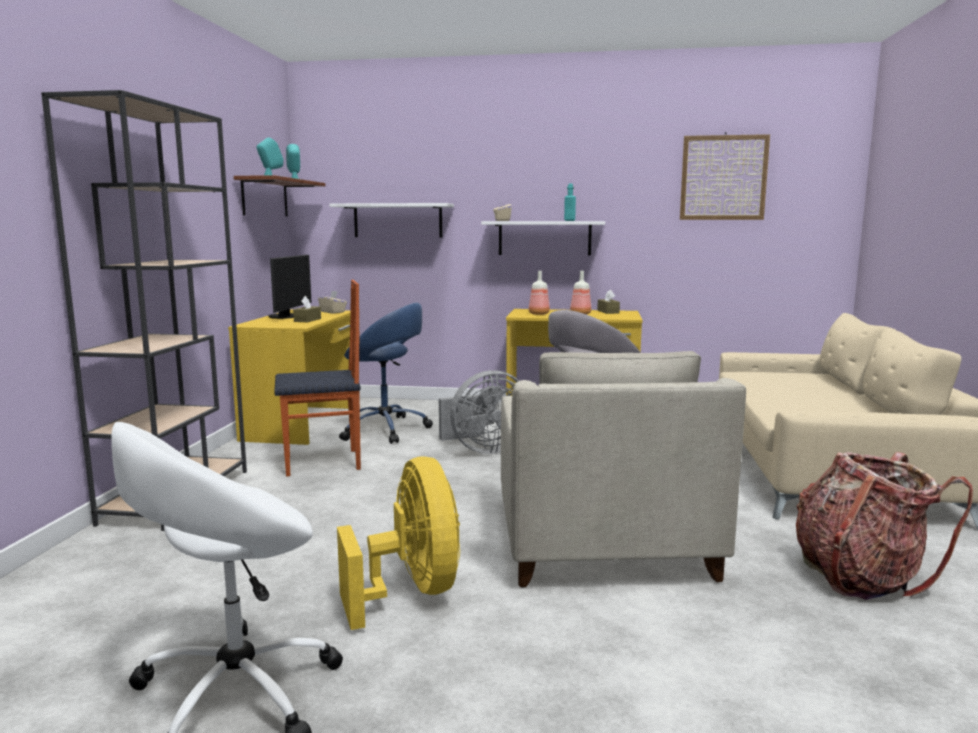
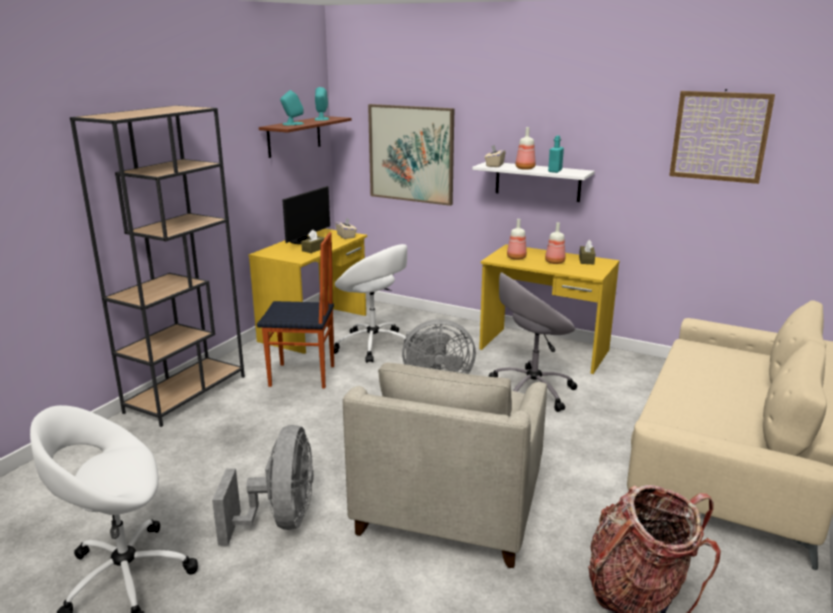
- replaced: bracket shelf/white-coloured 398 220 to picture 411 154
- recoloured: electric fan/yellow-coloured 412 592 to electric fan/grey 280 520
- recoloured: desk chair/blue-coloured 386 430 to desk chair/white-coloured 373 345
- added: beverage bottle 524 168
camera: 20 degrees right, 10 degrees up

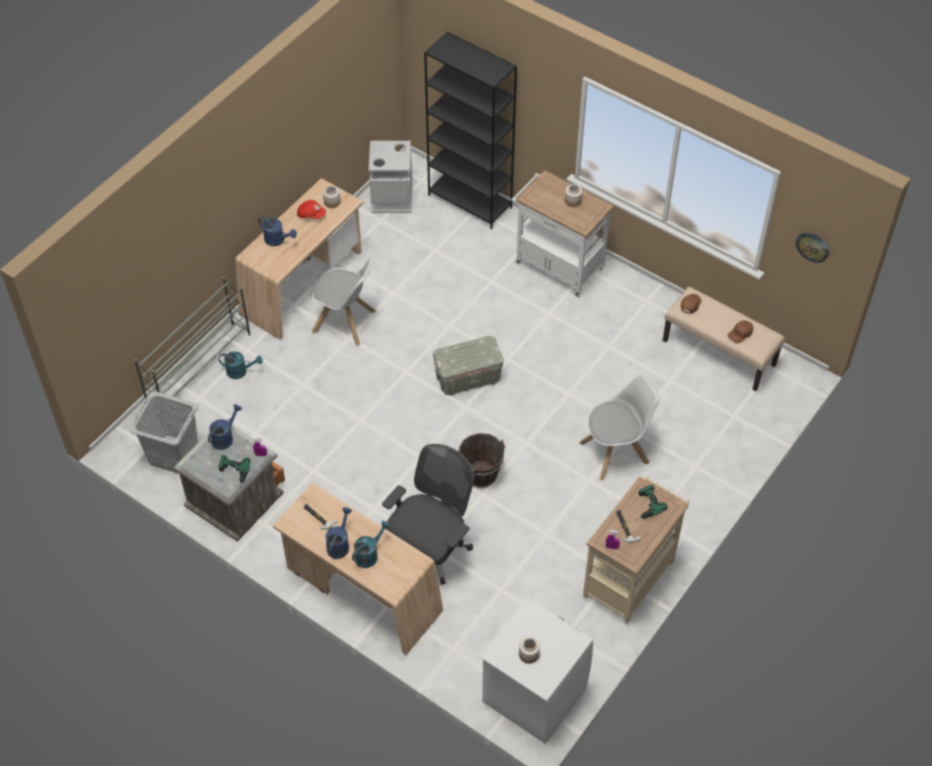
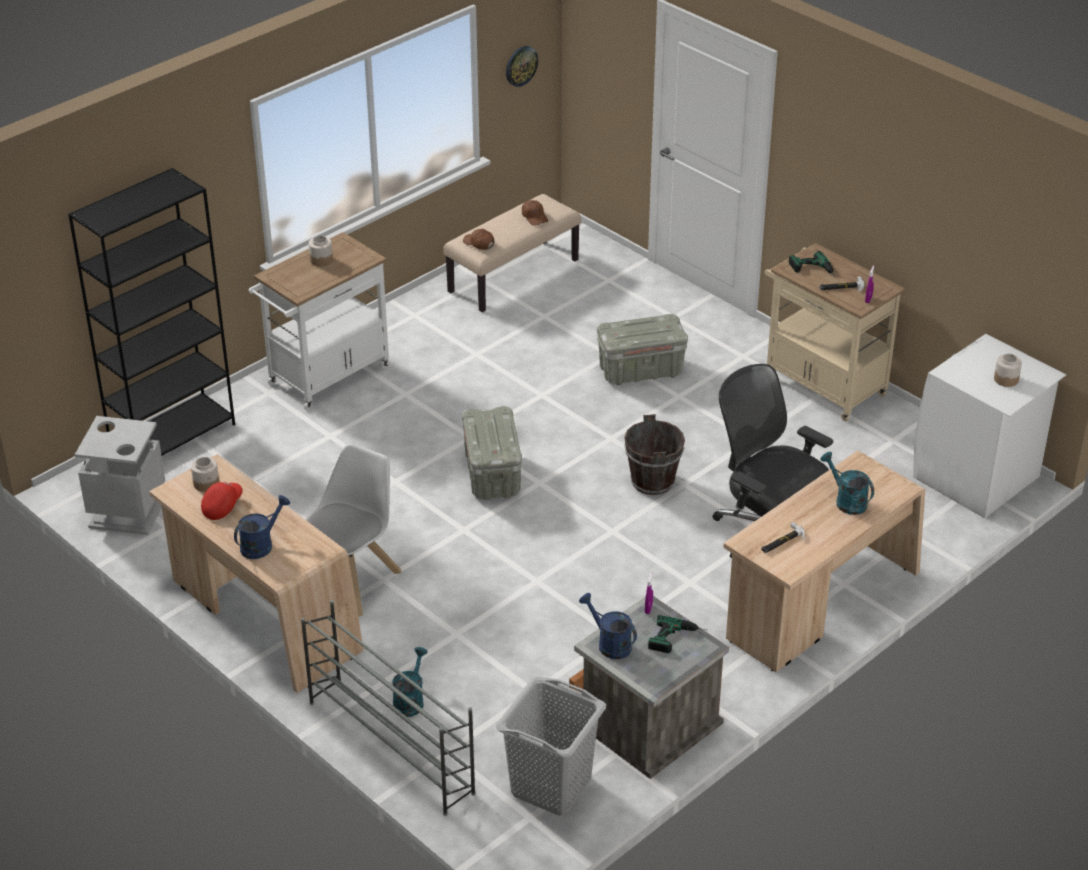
- removed: sprinkling can/blue-coloured 339 544
- replaced: chair 616 452 to storage bin/grey 641 370
camera: 80 degrees left, 15 degrees down

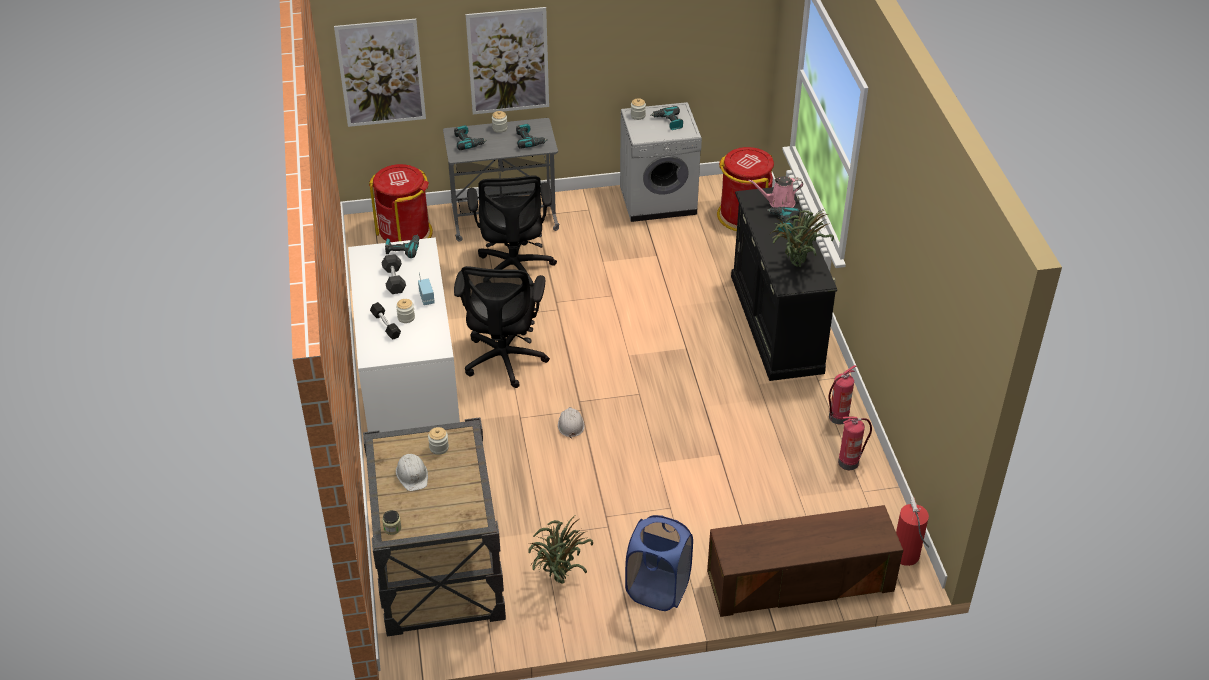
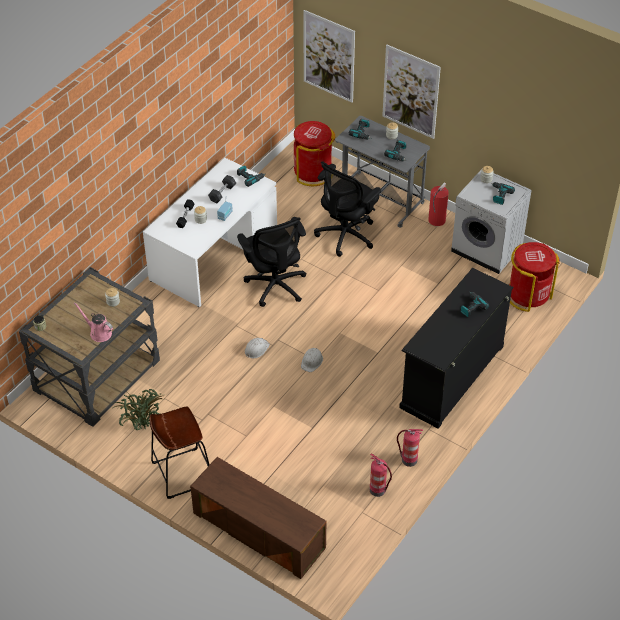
- moved: work helmet/white-coloured 412 474 to 312 361
- turned: desk chair/black-coloured 504 355 = 273 283 75 degrees counterclockwise
- replaced: washing basket/blue-coloured 657 589 to stool/brown-coloured 182 473
- moved: sprinkling can/pink-coloured 779 203 to 99 333
- removed: houseplant 795 266
- moved: fire-fighting cylinder 906 556 to 436 220
camera: 45 degrees right, 5 degrees up

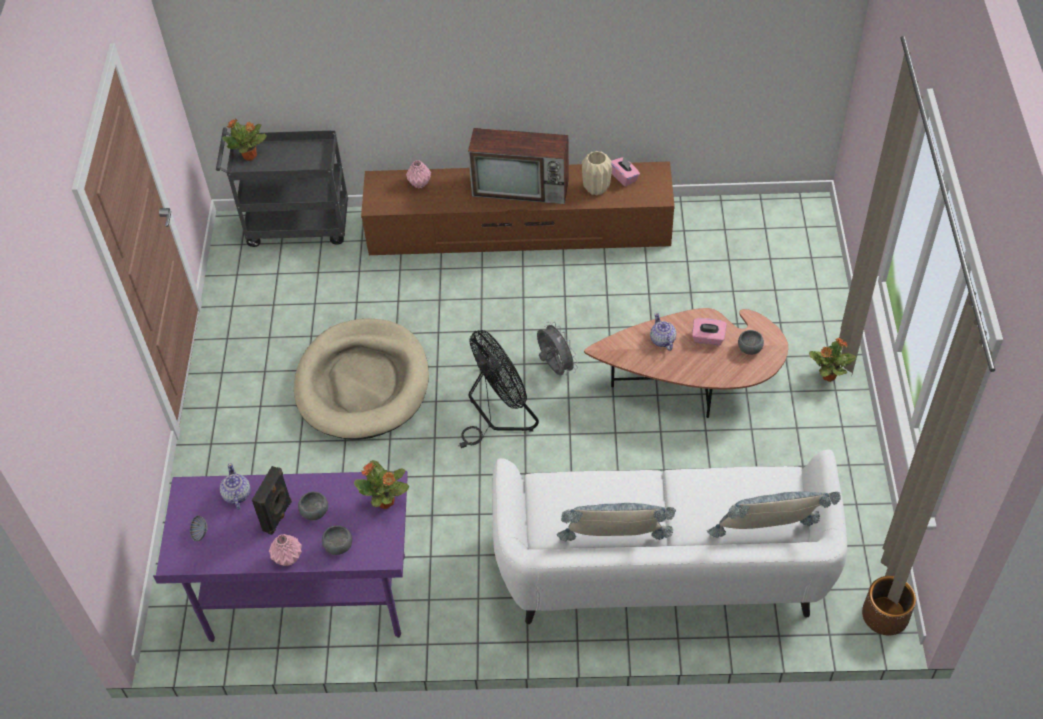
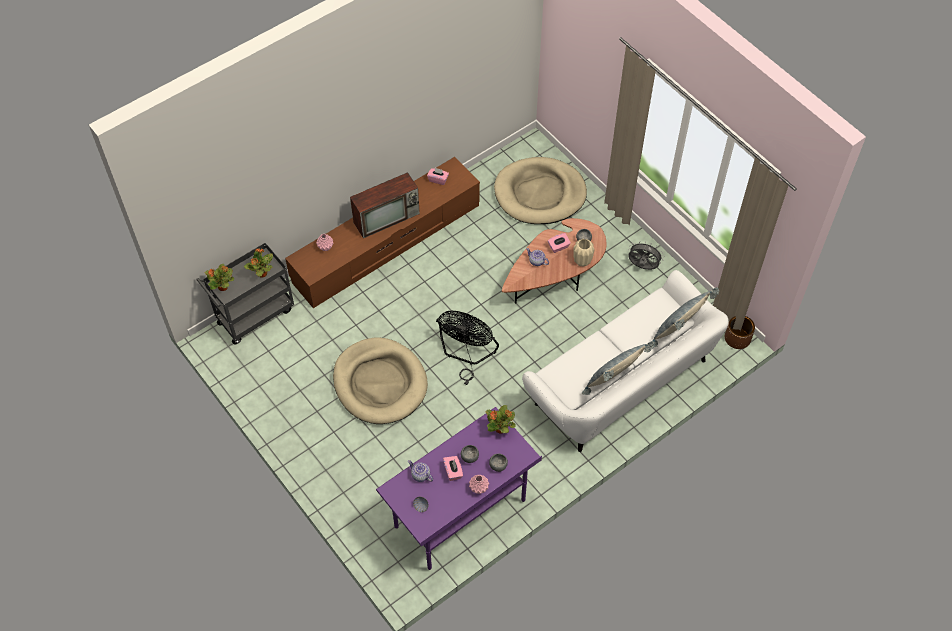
- replaced: speaker/black-coloured 278 516 to tissue box/pink-coloured 453 471
- moved: electric fan/grey 555 367 to 642 267
- moved: vase/sand-coloured 596 189 to 582 261
- moved: houseplant 828 376 to 262 274
- added: pet bed/sand-coloured 540 194
camera: 40 degrees left, 5 degrees up

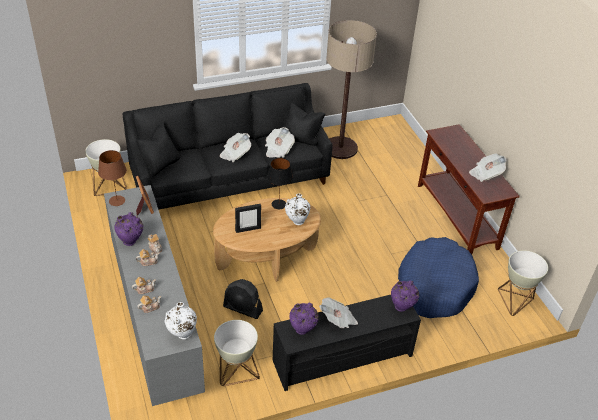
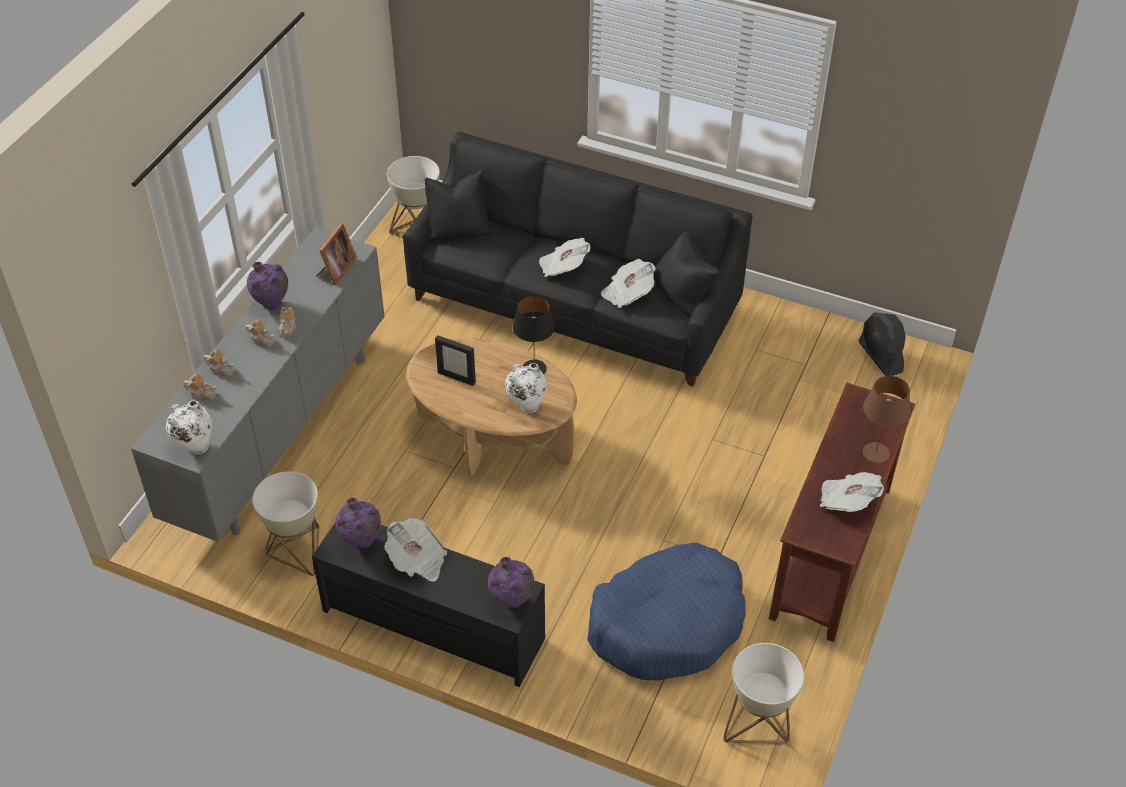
- moved: lamp for a table/brown-coloured 116 201 to 875 452
- moved: electric fan/black-coloured 243 308 to 880 357
- removed: standing lamp 340 148
camera: 45 degrees right, 5 degrees up

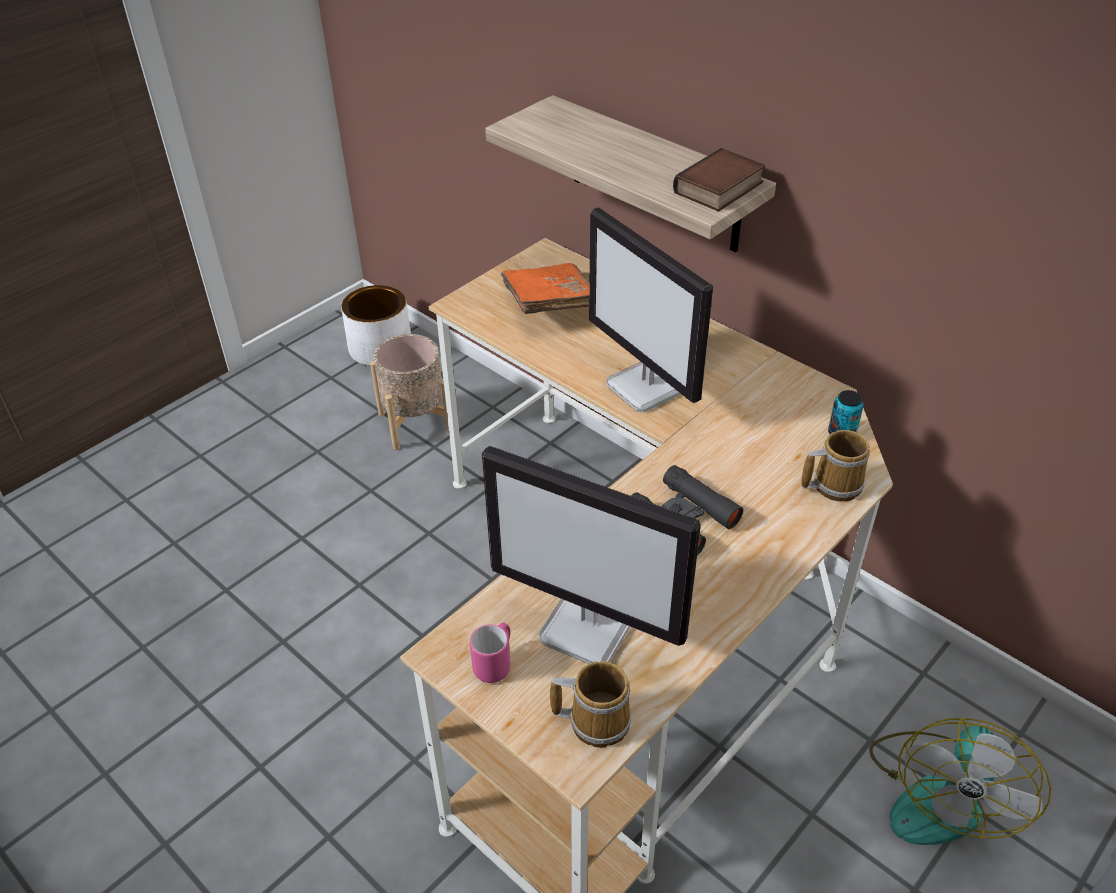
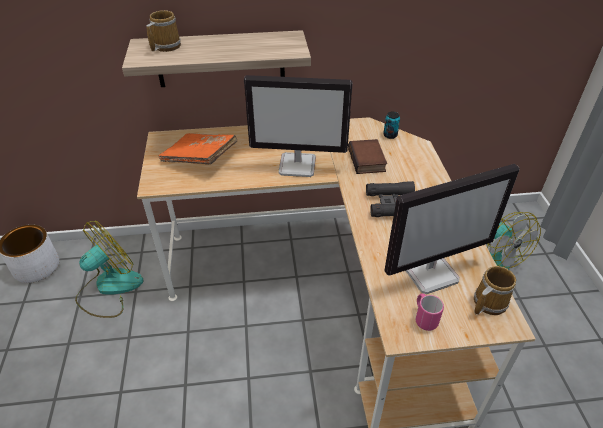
- replaced: planter/sand-coloured 415 423 to electric fan 109 288
- moved: volume 719 189 to 368 160
- moved: mug 833 484 to 165 46
camera: 50 degrees left, 0 degrees up

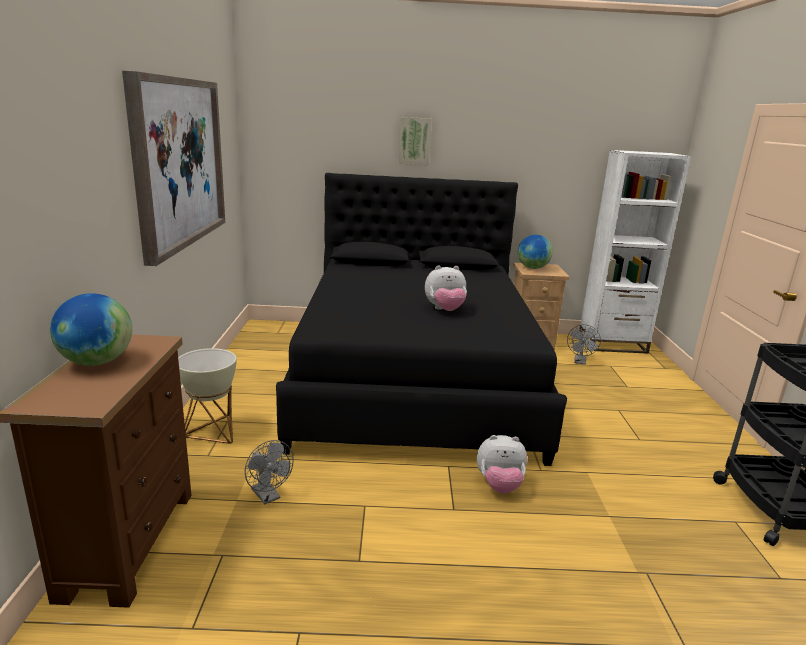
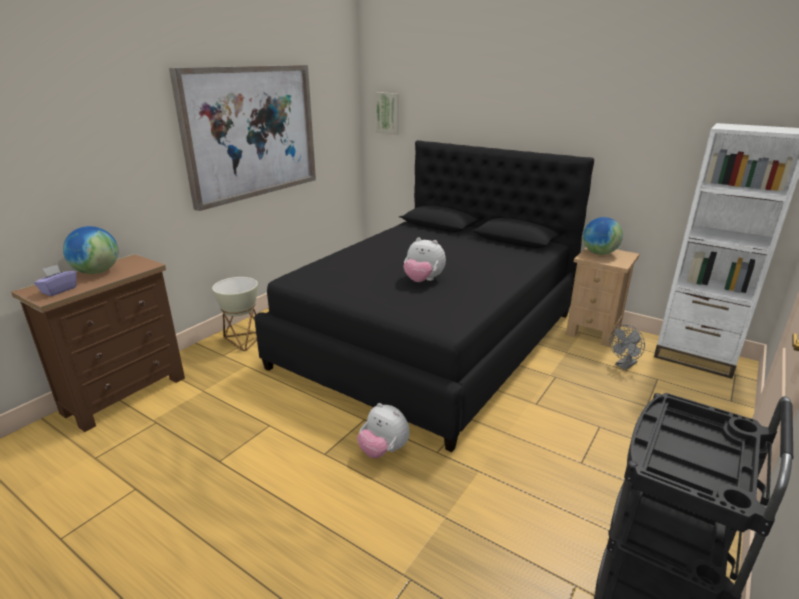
- removed: electric fan/grey 268 496
- moved: picture 415 141 to 388 113
- added: tissue box/purple 59 290
camera: 35 degrees right, 5 degrees up

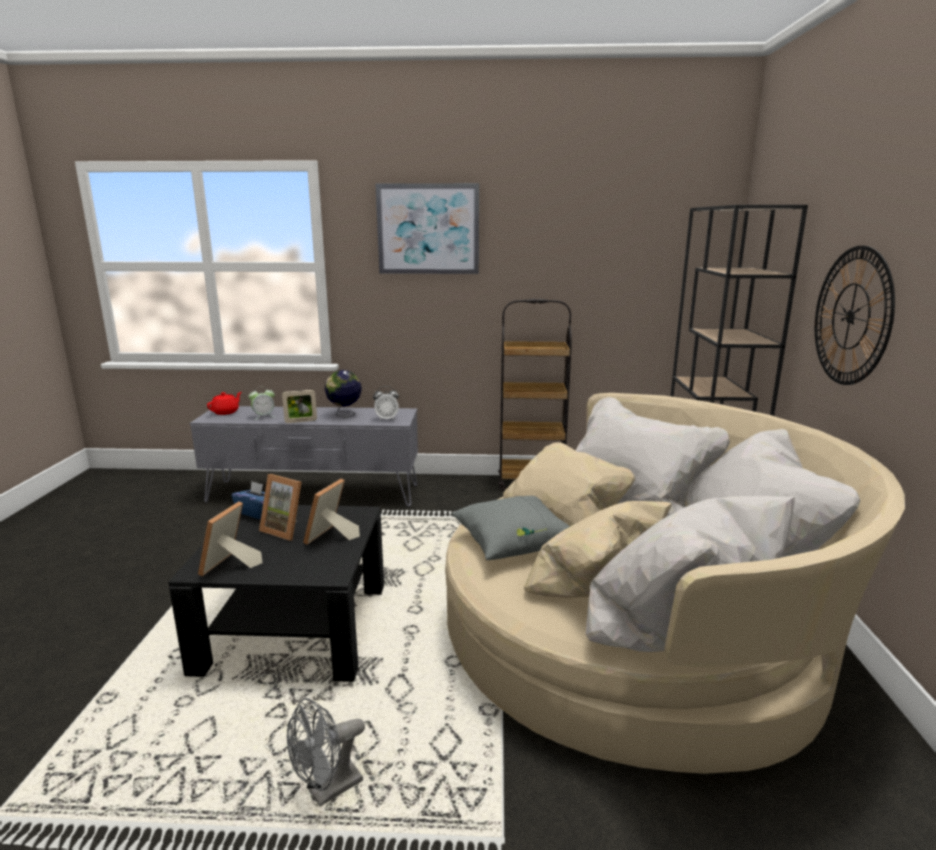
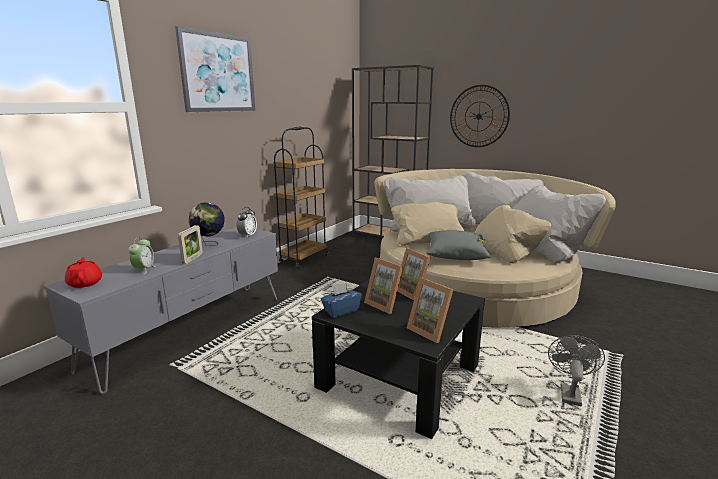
- turned: photo frame 286 529 = 385 304 75 degrees clockwise
- turned: electric fan/grey 327 790 = 569 392 150 degrees counterclockwise
camera: 60 degrees left, 0 degrees up

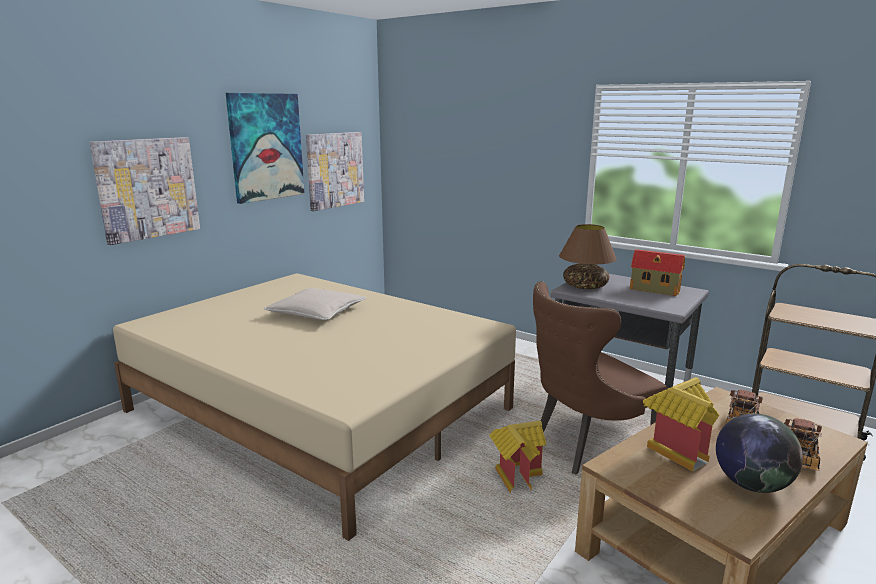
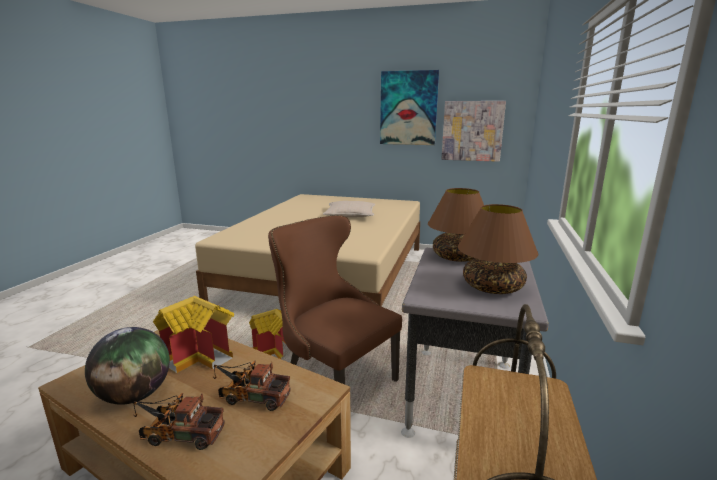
- removed: picture 147 188
- replaced: toy house 653 289 to lamp for a table/brown-coloured 493 287
camera: 70 degrees right, 0 degrees up

